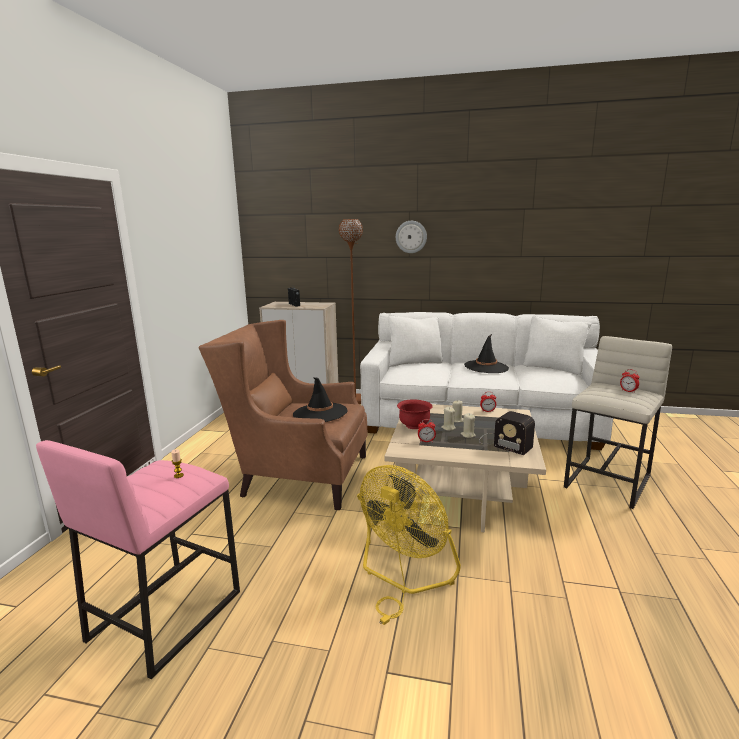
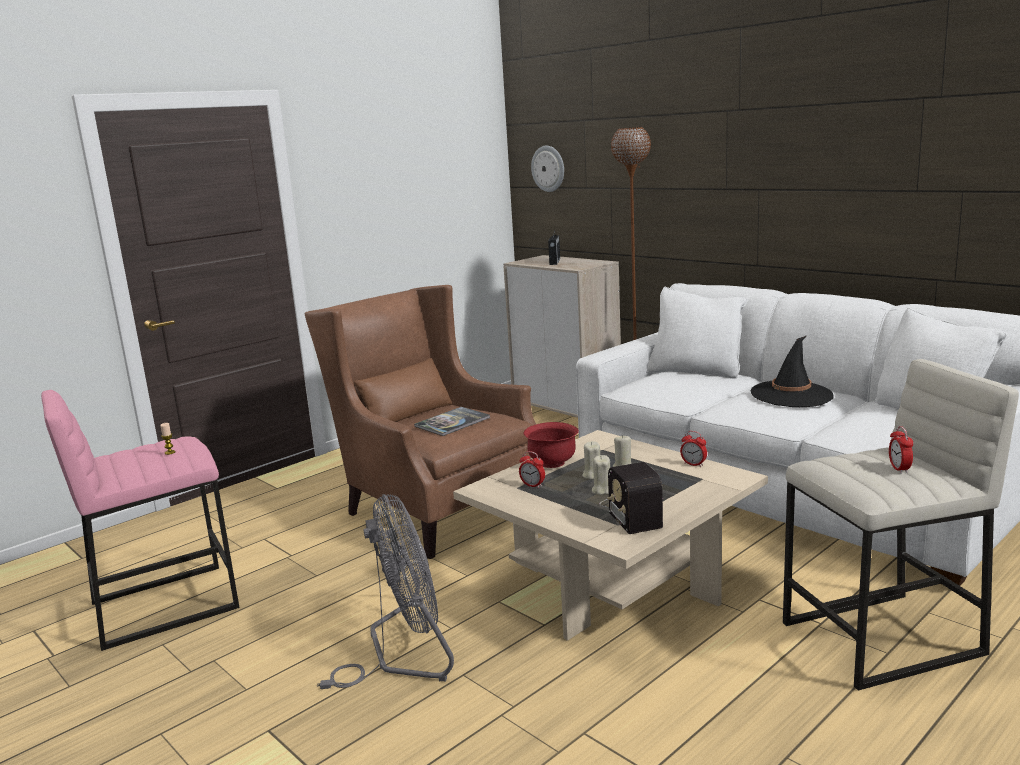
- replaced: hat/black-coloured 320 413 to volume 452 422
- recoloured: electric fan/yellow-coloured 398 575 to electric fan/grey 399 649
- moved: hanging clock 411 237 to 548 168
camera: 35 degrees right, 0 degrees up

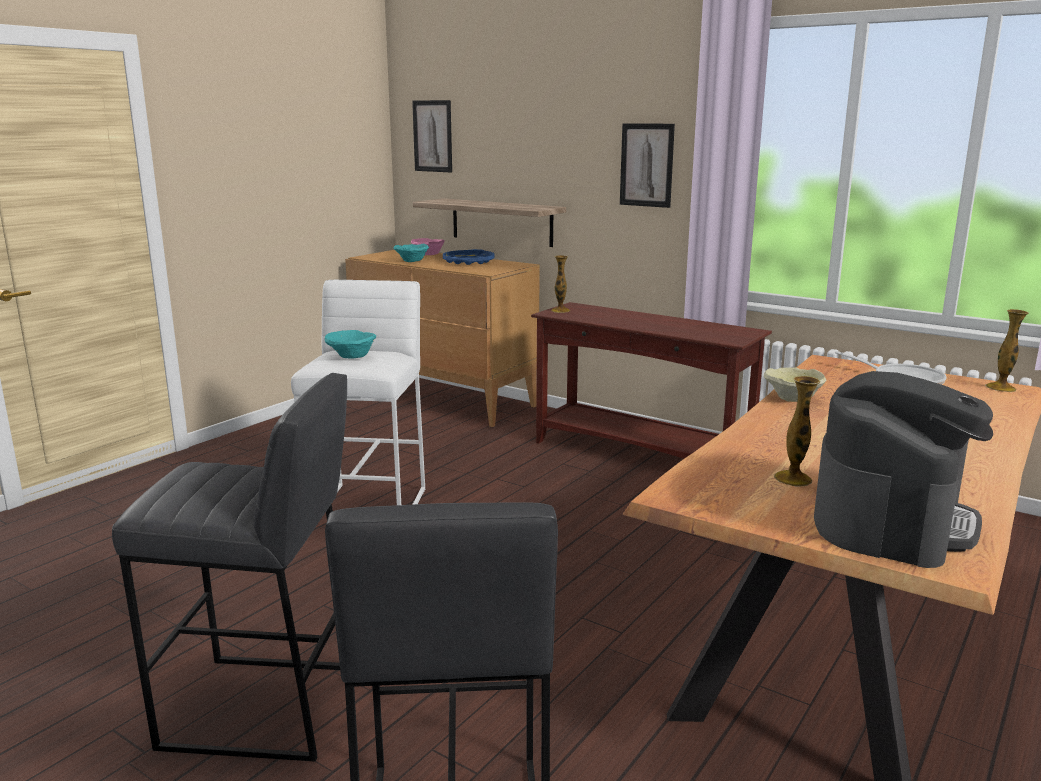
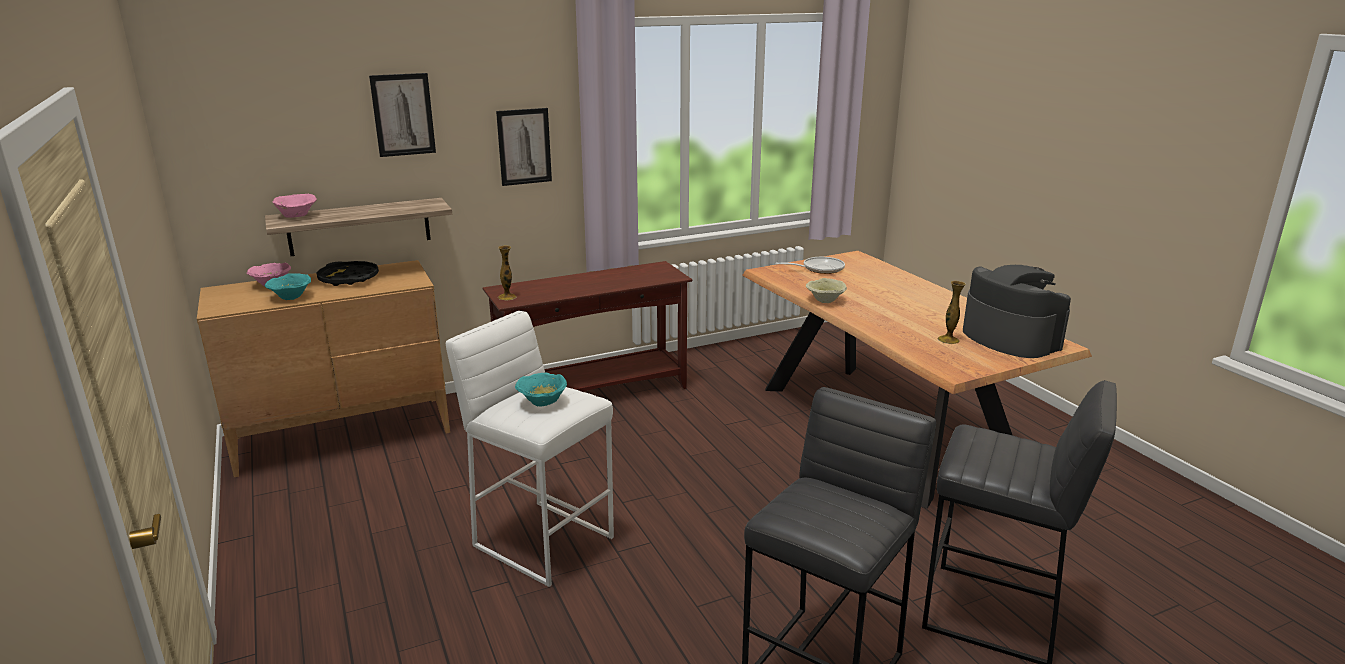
- moved: picture 432 136 to 403 115
- recoloured: serving tray/blue-coloured 468 262 to serving tray/black-coloured 348 278
- removed: vase 1000 388
- added: serving bowl/pink-coloured 297 216
camera: 60 degrees left, 5 degrees up

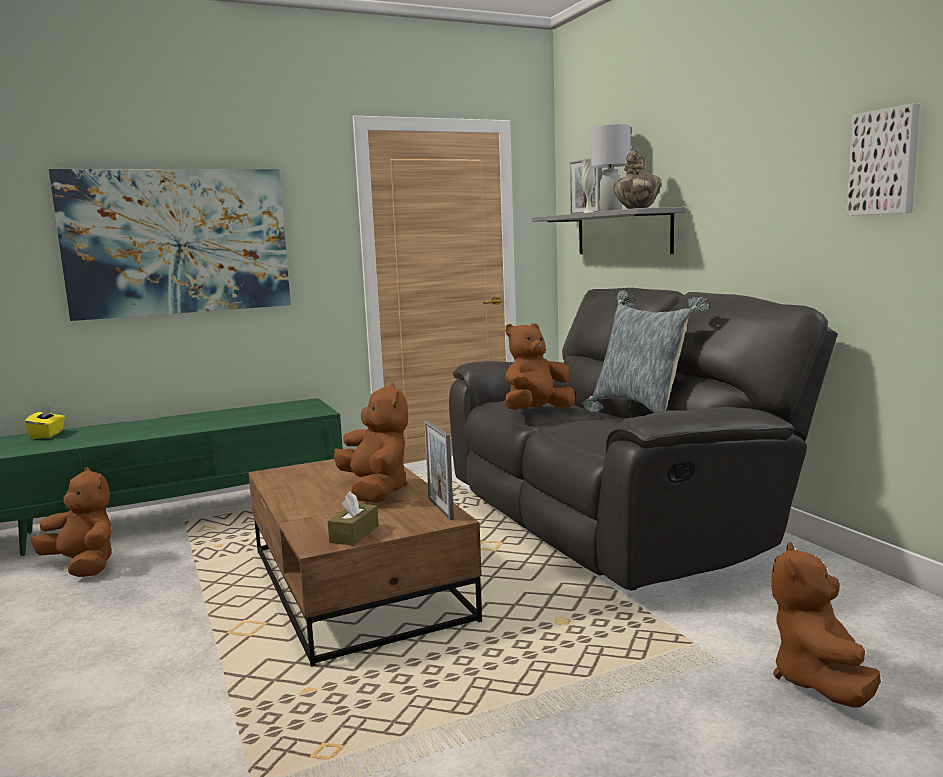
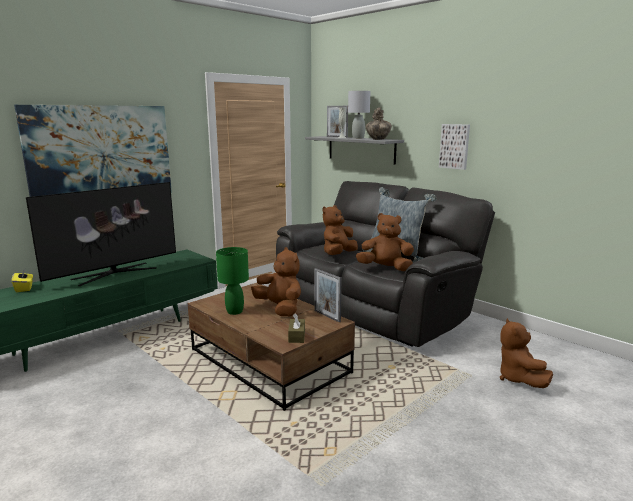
- moved: soft toy/brown-coloured 83 566 to 385 268
- moved: picture 885 162 to 455 146
- added: TV 114 273
- added: lamp for a table/green-coloured 234 311
camera: 20 degrees left, 5 degrees up

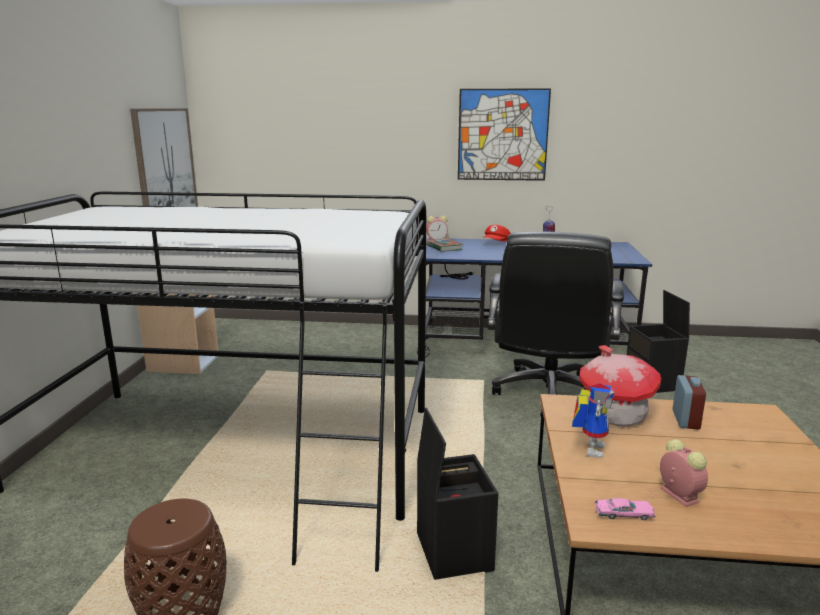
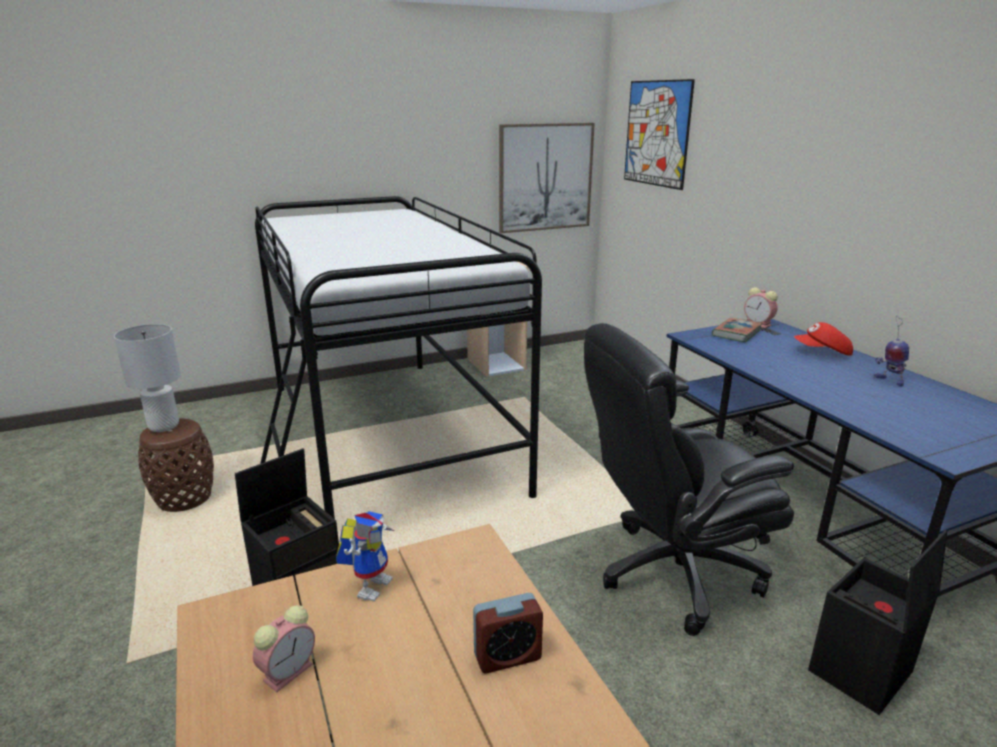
- moved: picture 502 135 to 657 133
- turned: toy robot 590 447 = 371 584 60 degrees counterclockwise
- removed: toy house 613 413
- removed: toy car/pink-coloured 624 514
- added: lamp for a table/grey 164 428
camera: 60 degrees right, 5 degrees up

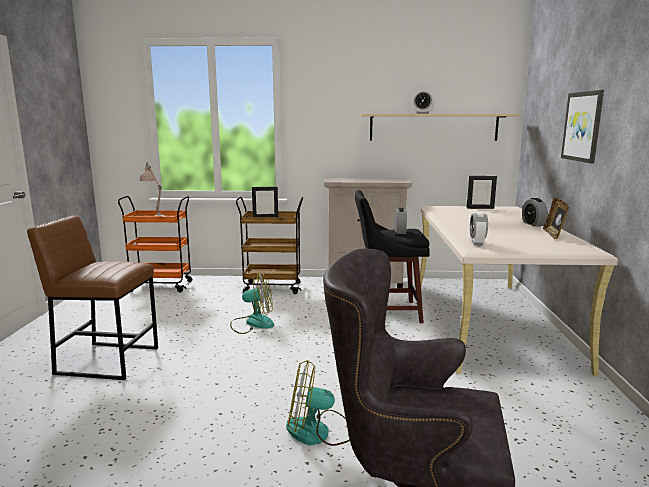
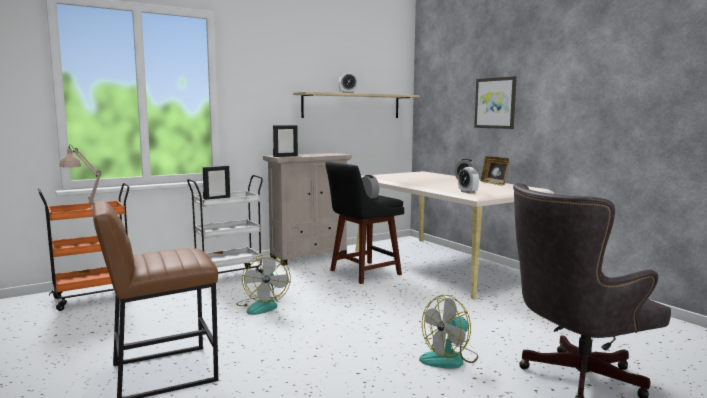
- turned: electric fan 253 323 = 262 305 120 degrees clockwise
- recoloured: trolley/brown-coloured 273 288 to trolley/white-coloured 229 275
- moved: photo frame 480 208 to 285 156
camera: 35 degrees left, 5 degrees down

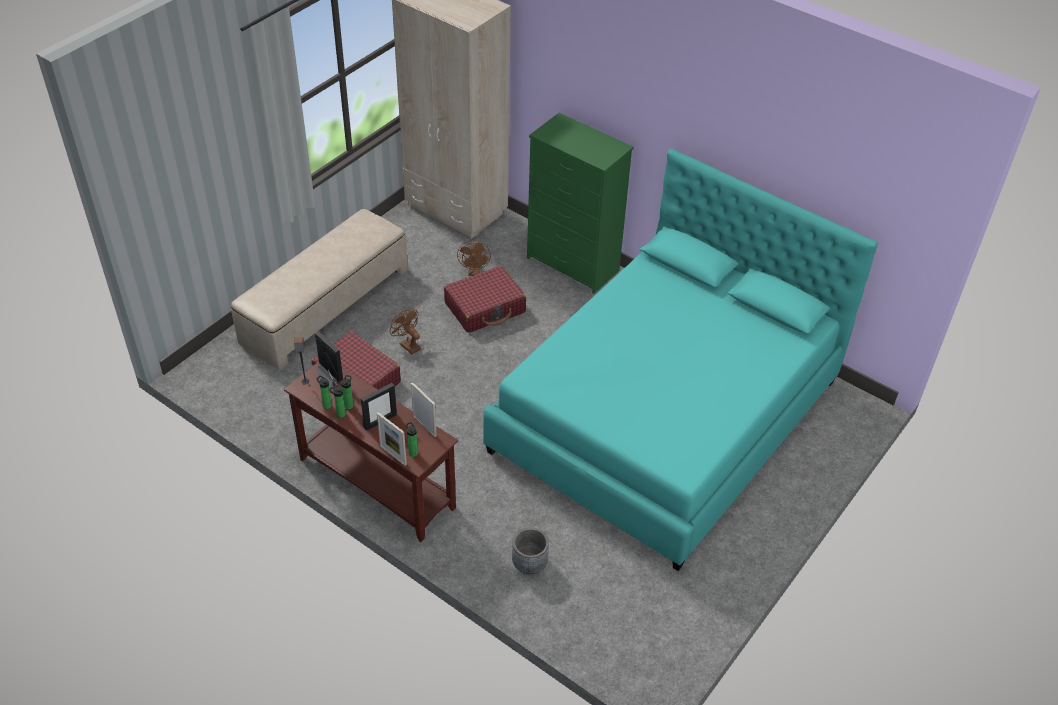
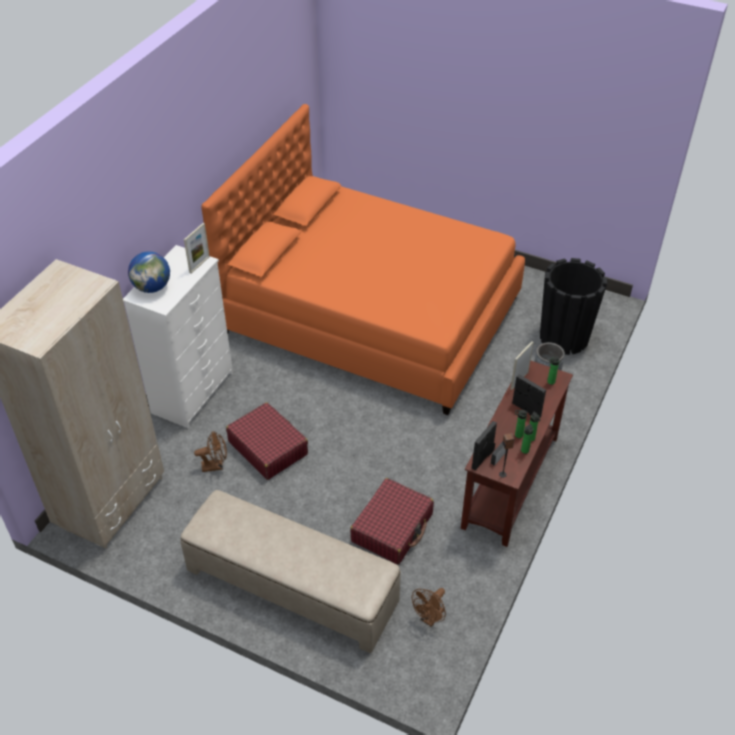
- moved: photo frame 393 455 to 199 264
- moved: electric fan/brown-coloured 407 345 to 430 618
- recoloured: sleeping bed/blue-green 665 416 to sleeping bed/orangey 371 314
- recoloured: dresser/green-coloured 573 265 to dresser/white-coloured 193 392
- added: desk globe 152 287
- added: planter/black-coloured 564 337
camera: 100 degrees left, 0 degrees up

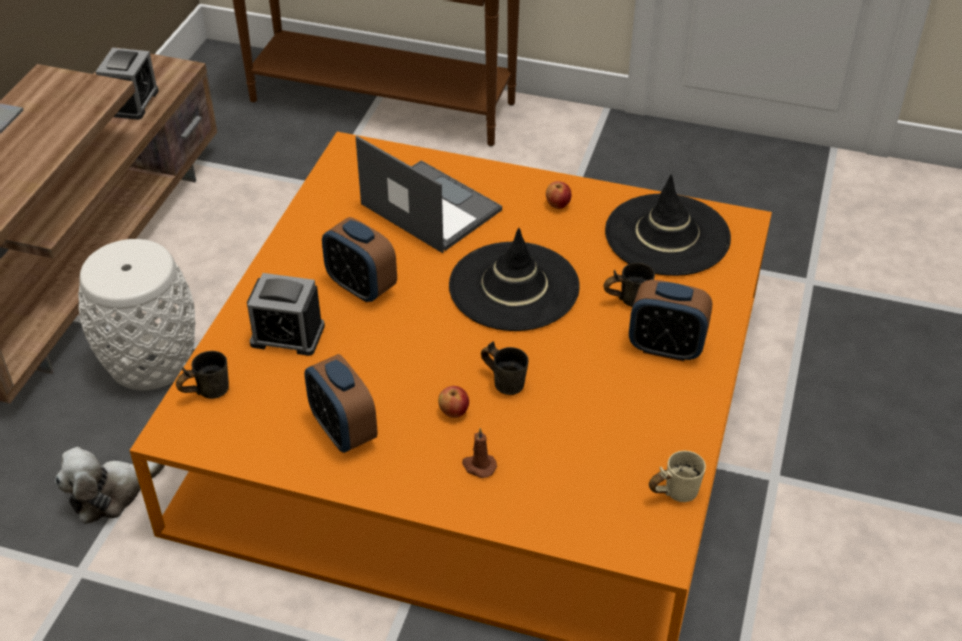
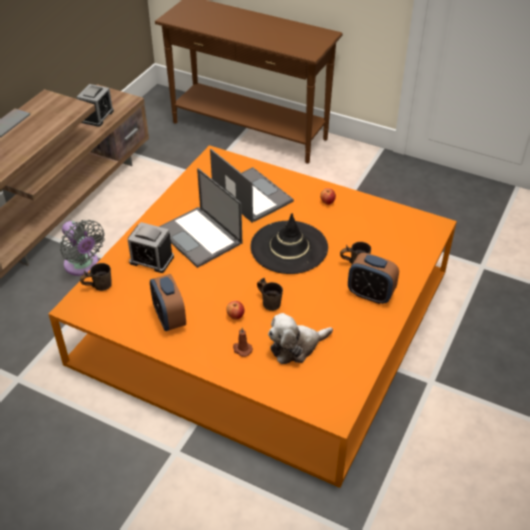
- moved: soft toy 111 494 to 296 346
- replaced: stool/white-coloured 150 361 to electric fan/grey 83 266
- replaced: table clock 361 287 to notebook computer 200 237
- removed: hat/black-coloured 667 235
- removed: mug/sand-coloured 672 491
camera: 10 degrees right, 0 degrees up

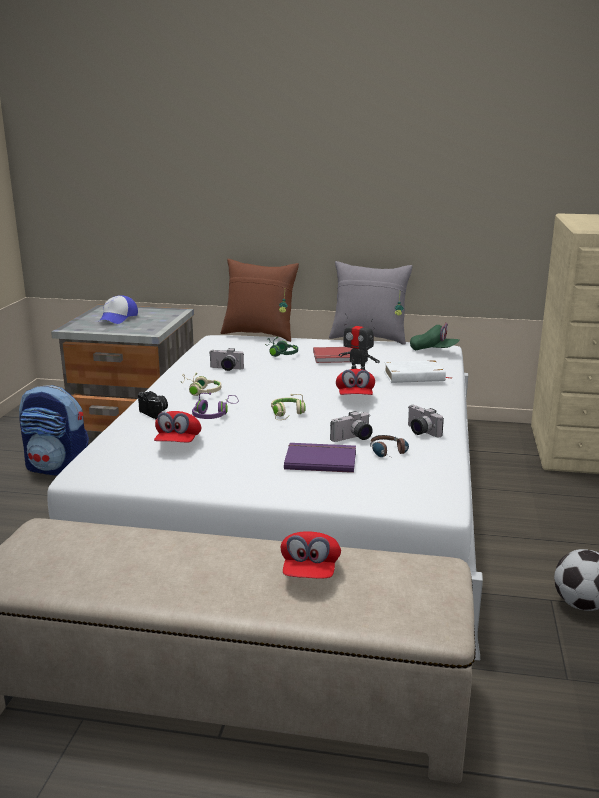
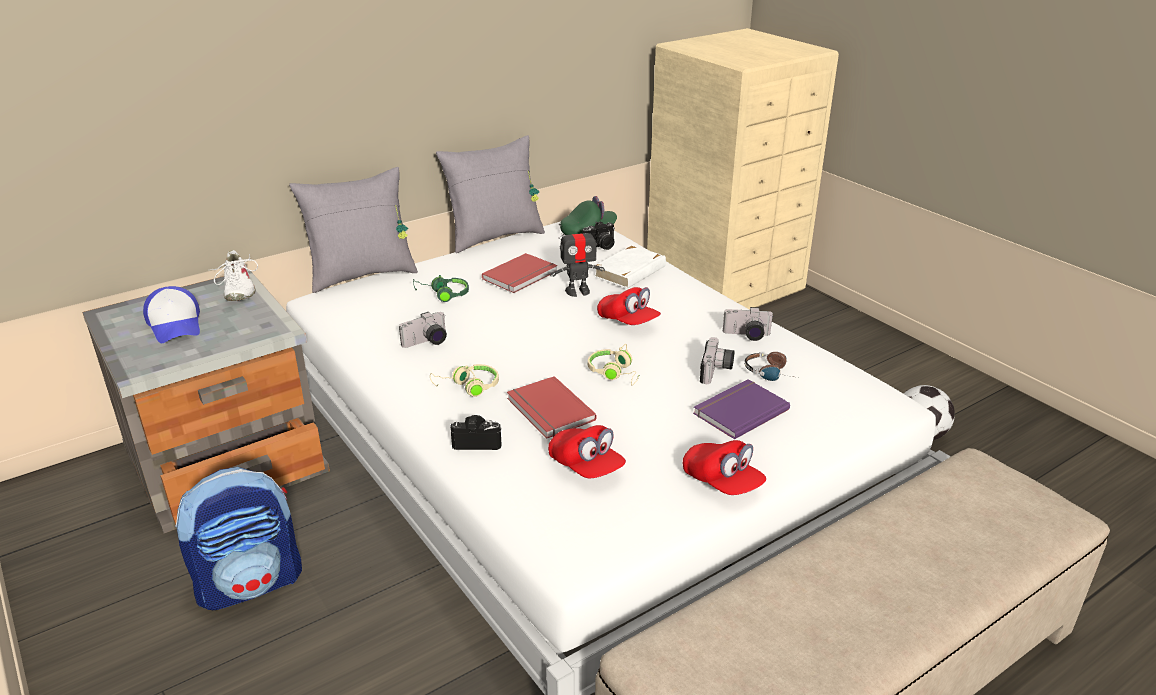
- replaced: headphones/purple 213 414 to volume/red 548 410
- recoloured: throw pillow/brown-coloured 259 335 to throw pillow/grey 362 277
- moved: cap/red 310 572 to 722 482
- added: item of footwear/white-coloured 238 290
- added: photo camera 600 246
camera: 45 degrees left, 10 degrees up

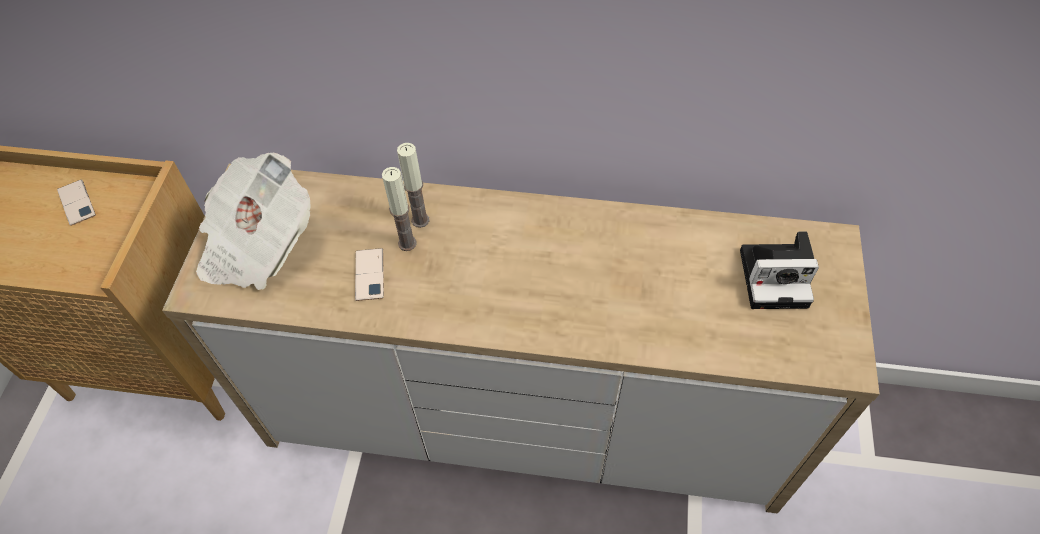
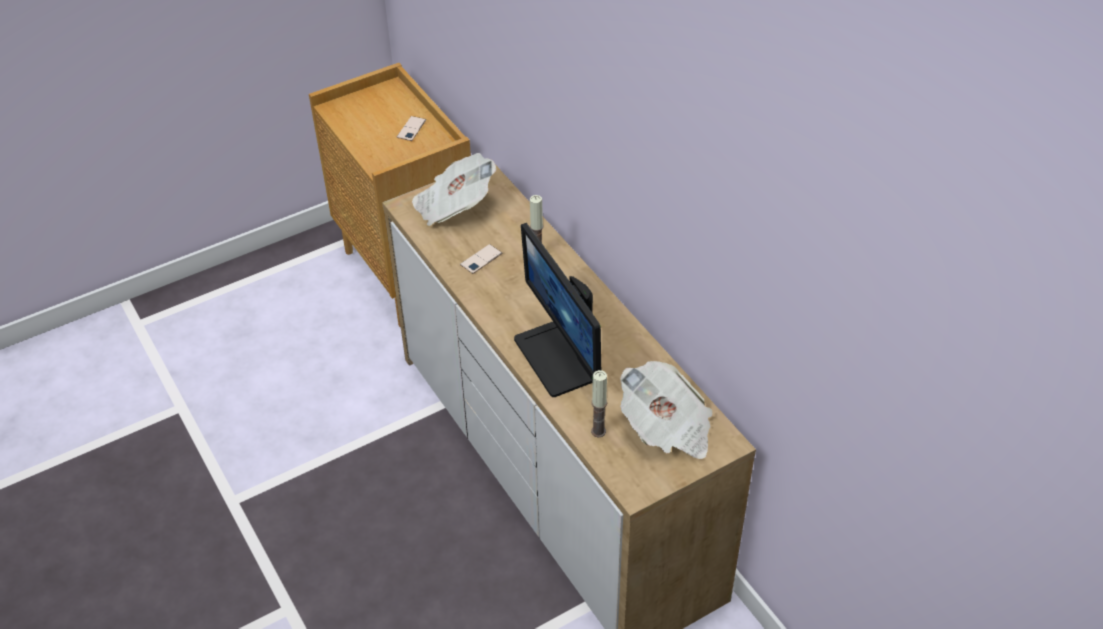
- moved: candle 407 243 to 598 431
- replaced: photo camera 776 277 to printed paper 666 428
- added: computer screen 560 357
camera: 50 degrees right, 10 degrees down

